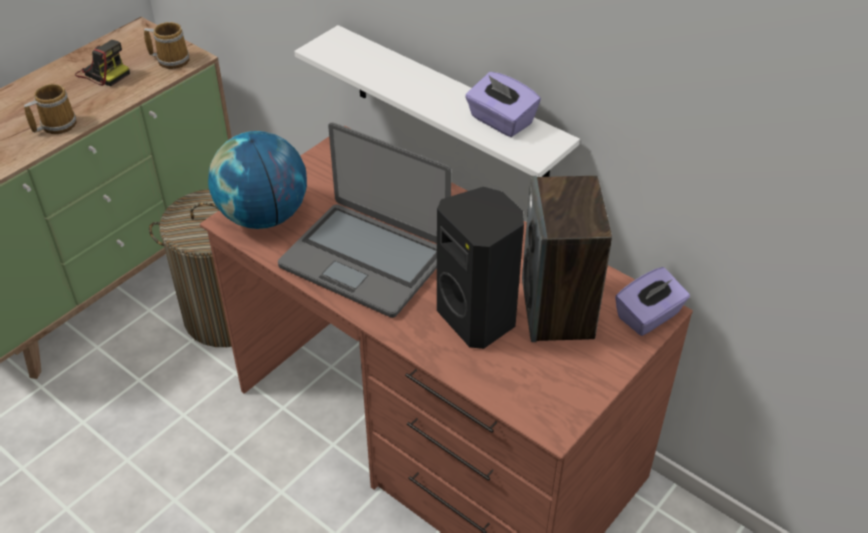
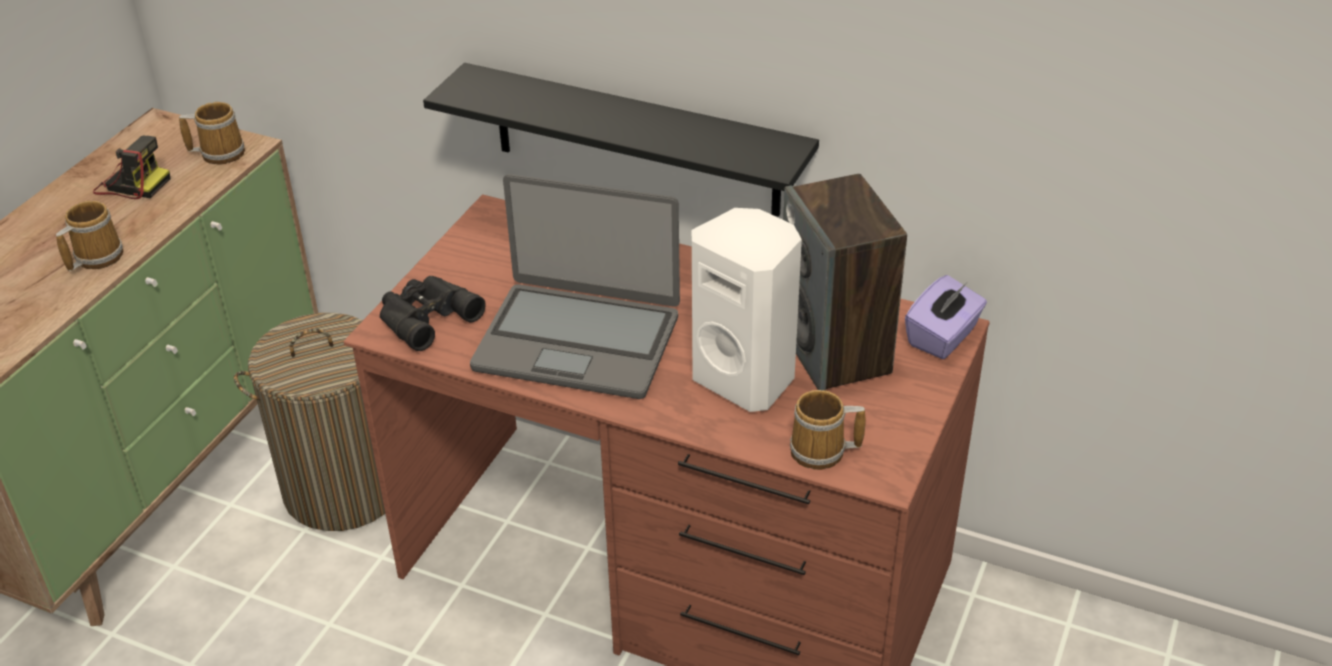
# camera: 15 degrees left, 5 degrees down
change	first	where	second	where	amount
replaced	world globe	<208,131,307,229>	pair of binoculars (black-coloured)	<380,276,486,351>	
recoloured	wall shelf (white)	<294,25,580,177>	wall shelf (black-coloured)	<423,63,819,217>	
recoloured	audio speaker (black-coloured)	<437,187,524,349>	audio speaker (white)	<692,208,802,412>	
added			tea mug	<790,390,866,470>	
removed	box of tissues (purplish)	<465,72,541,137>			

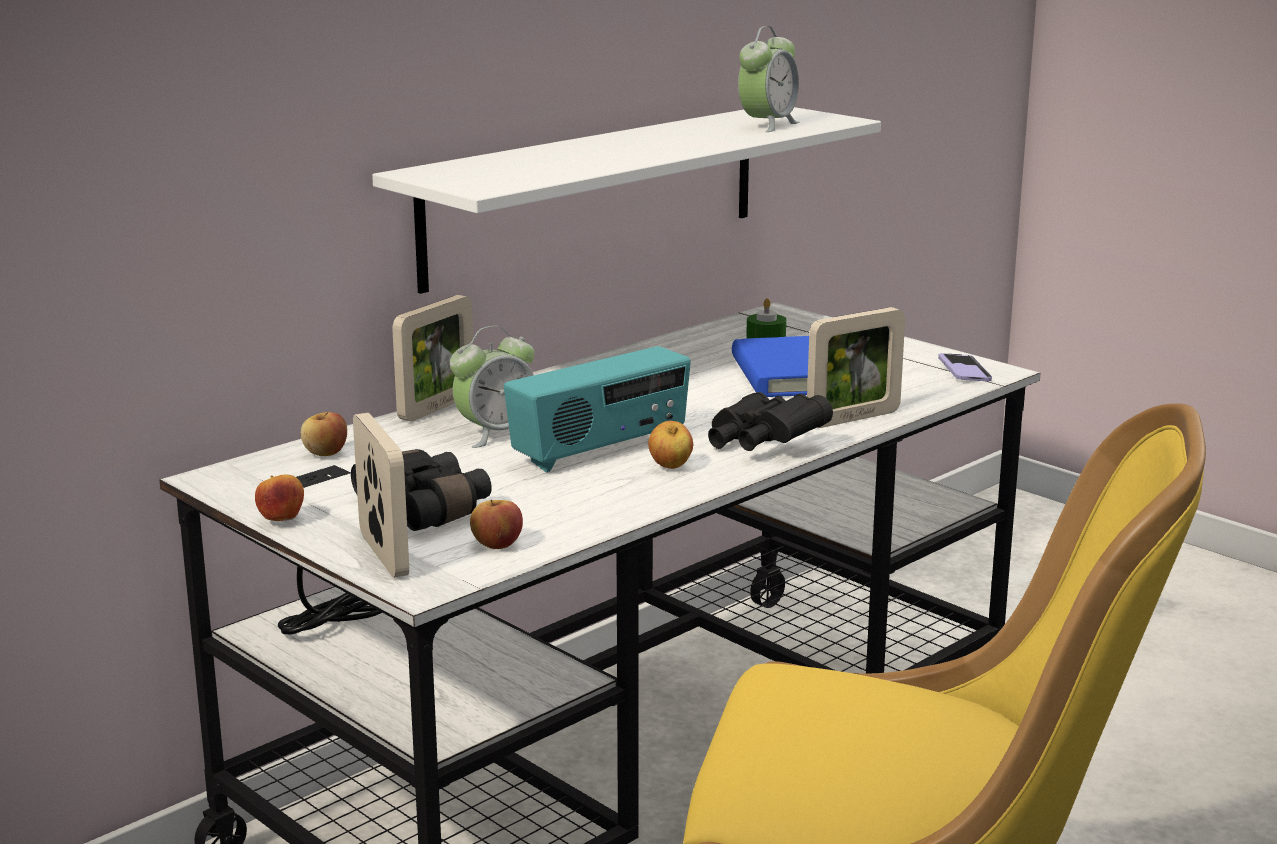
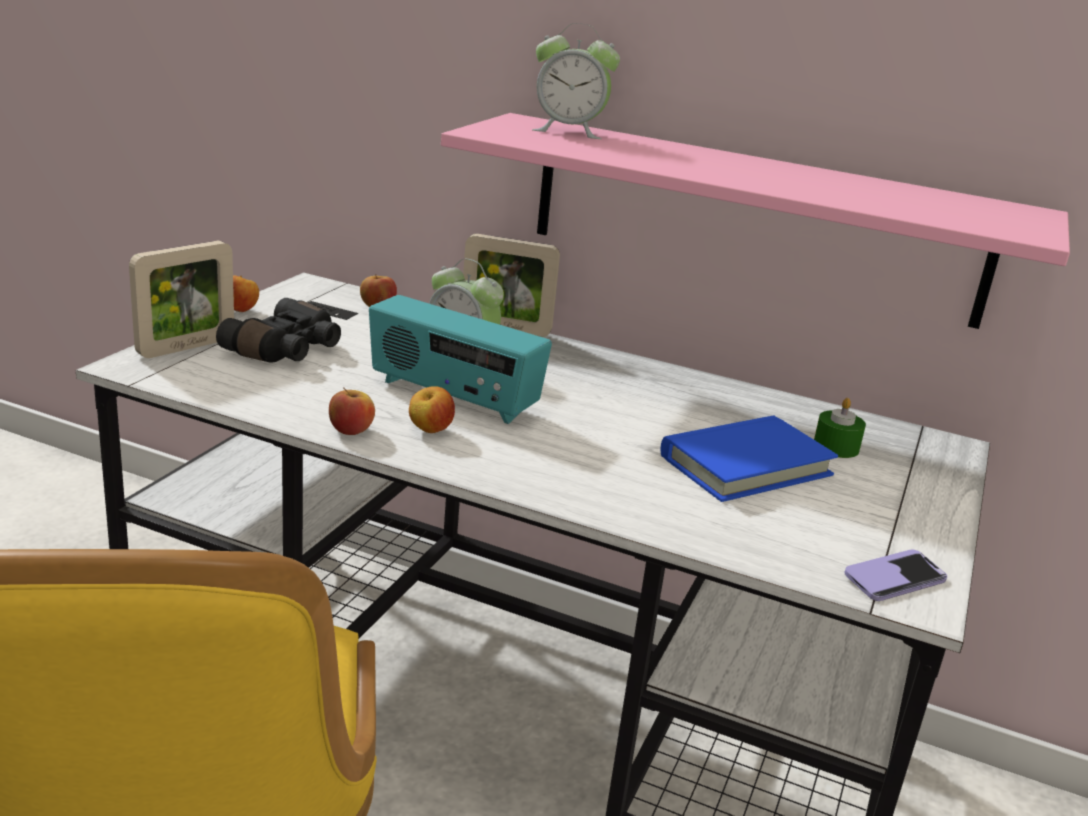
# camera: 65 degrees right, 5 degrees up
change	first	where	second	where	amount
moved	apple	<470,500,523,549>		<329,387,375,435>	
recoloured	wall shelf (white)	<372,107,881,294>	wall shelf (pink-coloured)	<441,113,1070,329>	
moved	bedside clock	<738,26,799,132>		<532,23,620,139>	
removed	pair of binoculars (black-coloured)	<708,392,833,451>			
removed	picture frame	<807,307,905,428>			

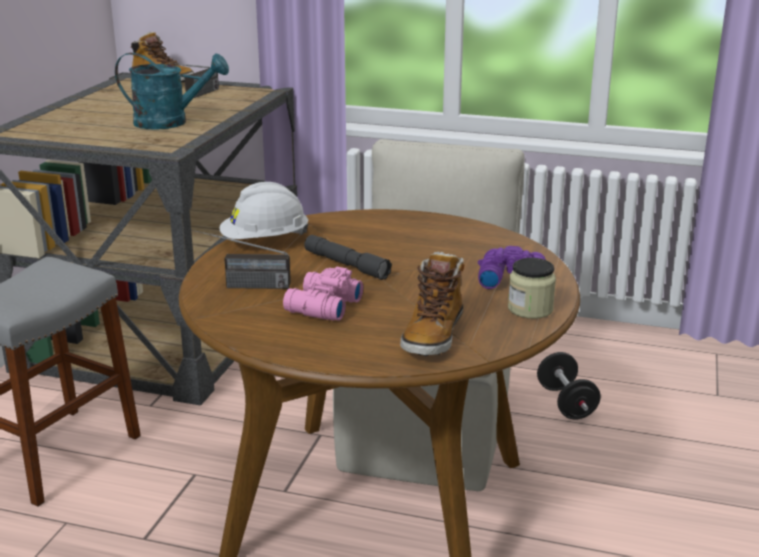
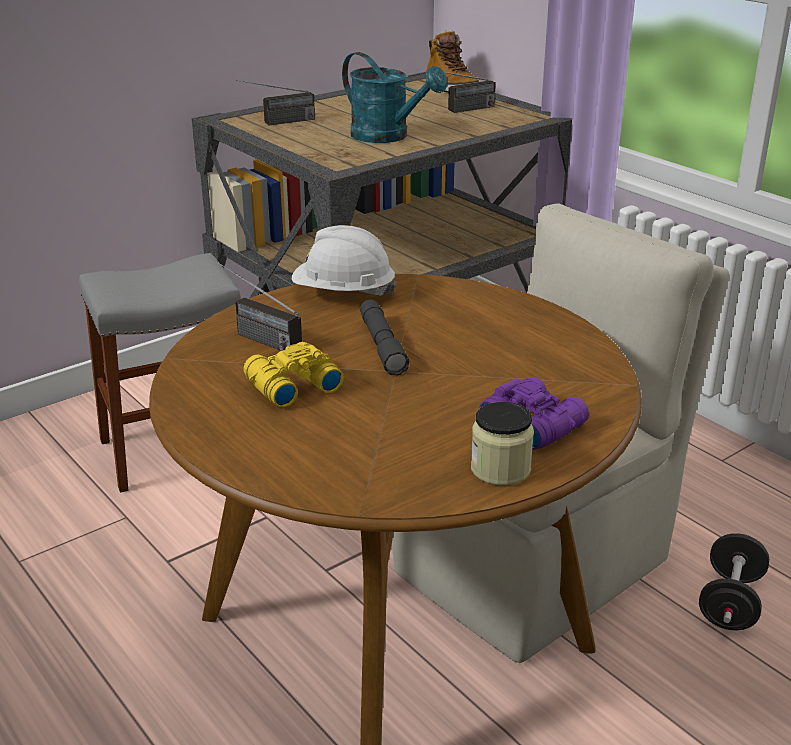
# camera: 35 degrees right, 5 degrees up
change	first	where	second	where	amount
added			radio	<235,80,315,125>	
recoloured	pair of binoculars (pink-coloured)	<283,267,363,321>	pair of binoculars (yellow-coloured)	<244,342,344,408>	
removed	high-top boot	<400,252,465,357>			

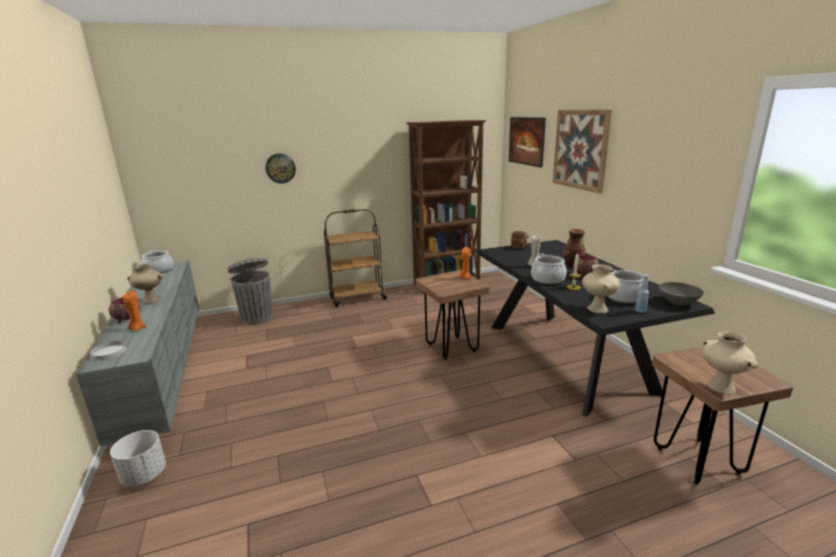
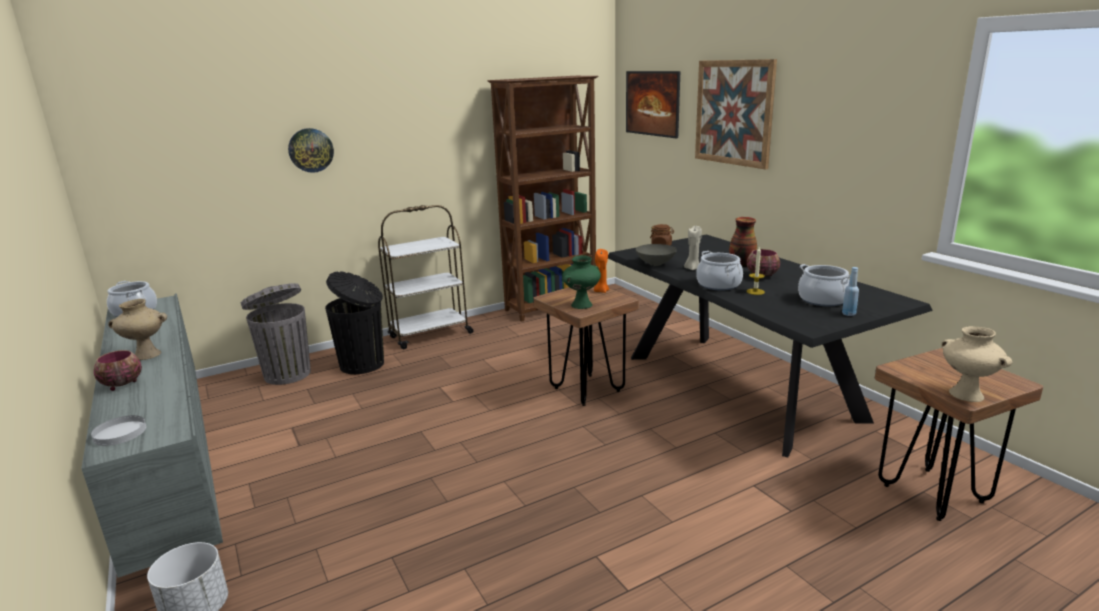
# camera: 10 degrees left, 0 degrees up
change	first	where	second	where	amount
added			rubbish bin (black-coloured)	<325,271,384,374>	
recoloured	wheeled cart (brownish)	<324,209,387,307>	wheeled cart (white)	<378,205,473,349>	
added			flower vase (green)	<562,255,601,309>	
moved	bowl (greyish)	<659,282,704,305>		<636,244,677,266>	
removed	candle (orangey)	<122,291,146,331>			
removed	flower vase (beige-coloured)	<582,264,620,313>			

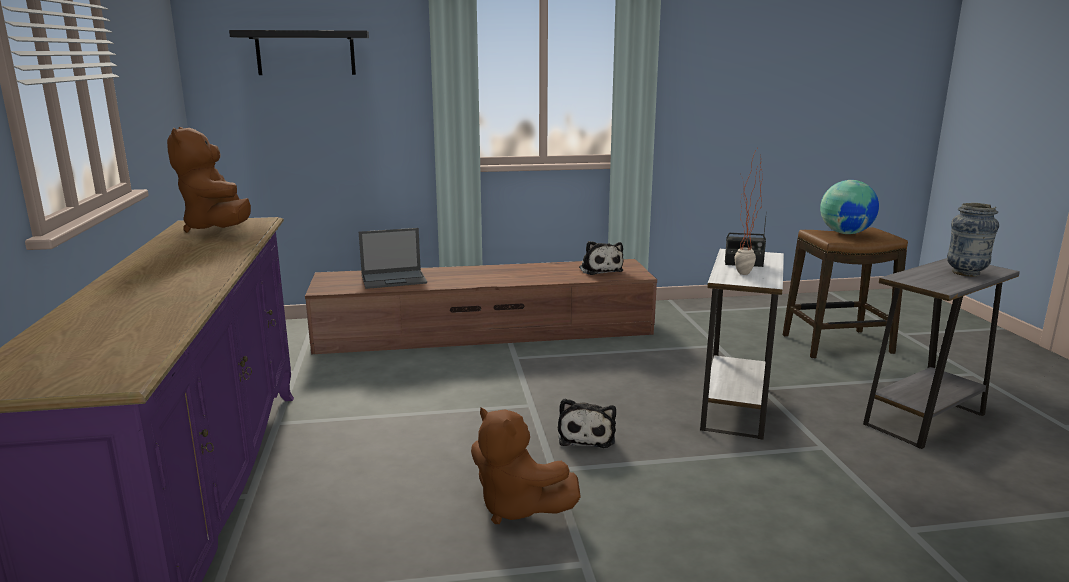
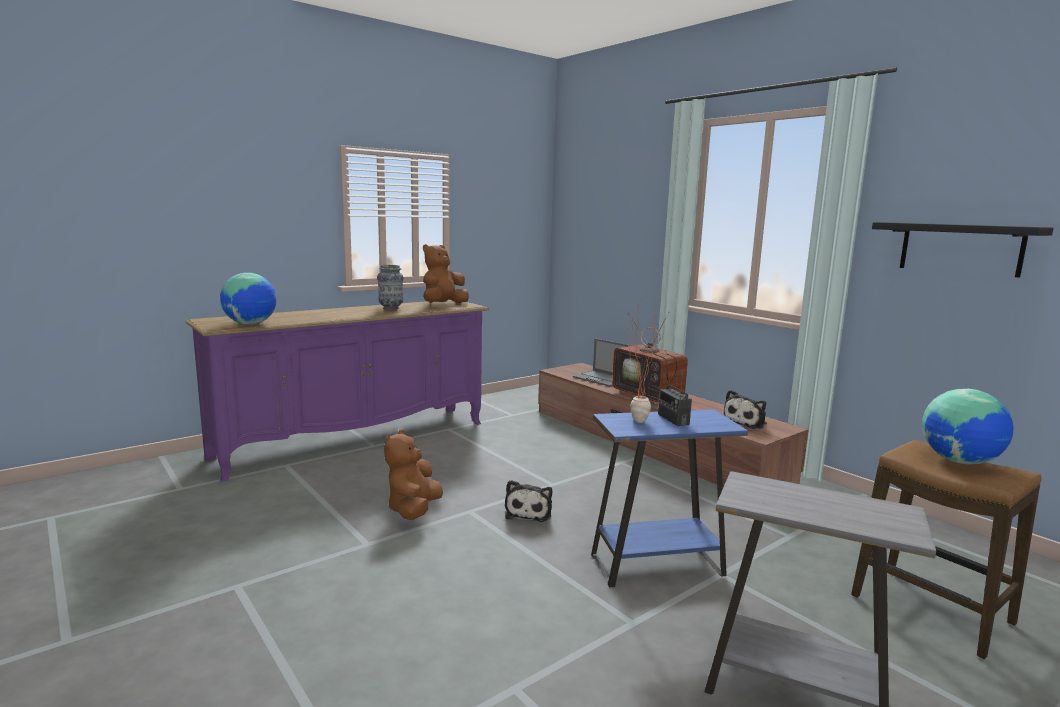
# camera: 60 degrees right, 5 degrees down
change	first	where	second	where	amount
added			world globe	<220,273,277,325>	
moved	flower vase	<947,203,999,276>		<377,265,403,310>	
turned	soft toy	<558,398,616,448>		<505,480,552,522>	60 degrees counterclockwise
recoloured	accent table (white)	<700,249,784,440>	accent table (bluish)	<591,409,748,587>	
added			TV	<612,312,688,404>	
moved	wall shelf (black-coloured)	<229,30,369,75>		<872,222,1054,278>	

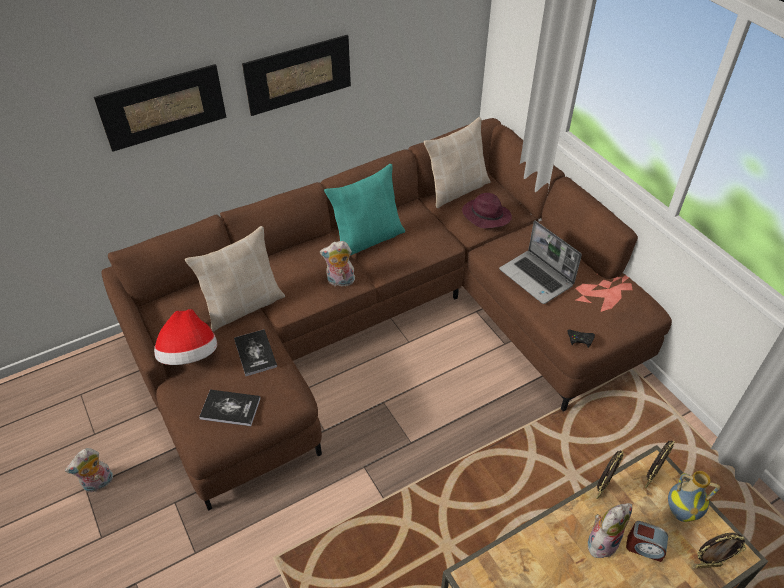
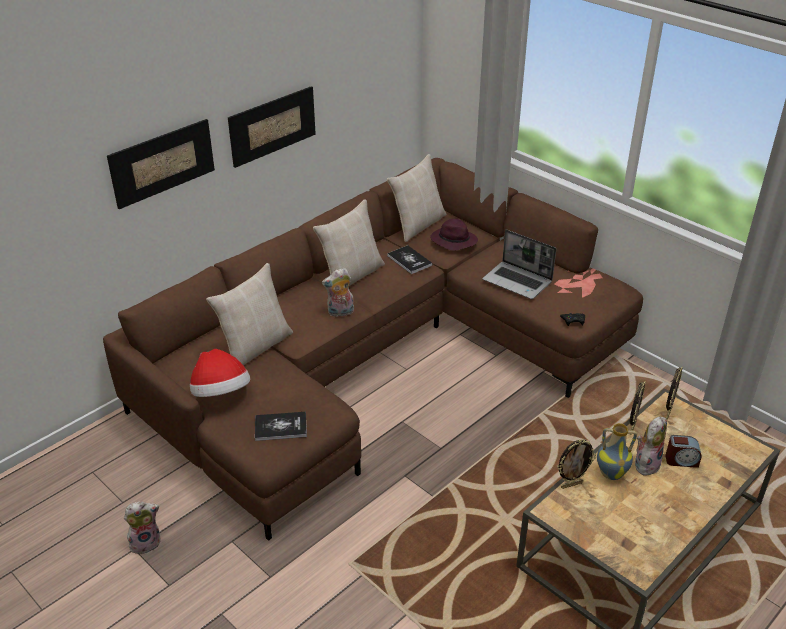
# camera: 15 degrees left, 10 degrees down
change	first	where	second	where	amount
turned	soft toy	<65,448,113,492>		<124,501,161,554>	150 degrees counterclockwise
recoloured	cushion (turquoise-coloured)	<324,164,405,256>	cushion (beige-coloured)	<313,199,385,286>	
moved	bound book	<234,329,277,376>		<387,245,432,274>	
moved	picture frame	<695,533,746,568>		<557,440,596,489>	
moved	flower vase	<668,471,720,522>		<597,423,637,480>	

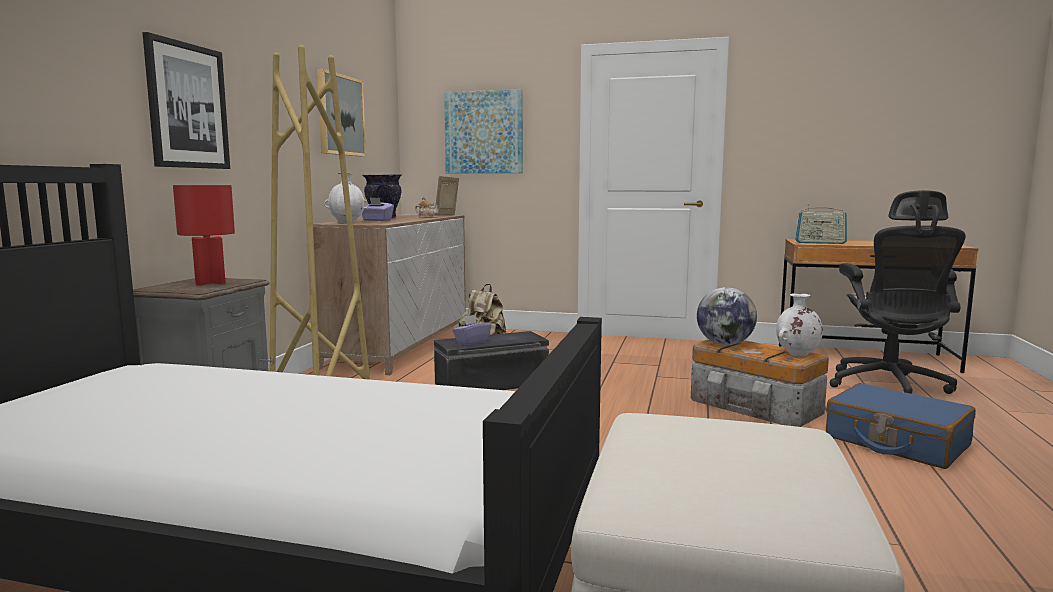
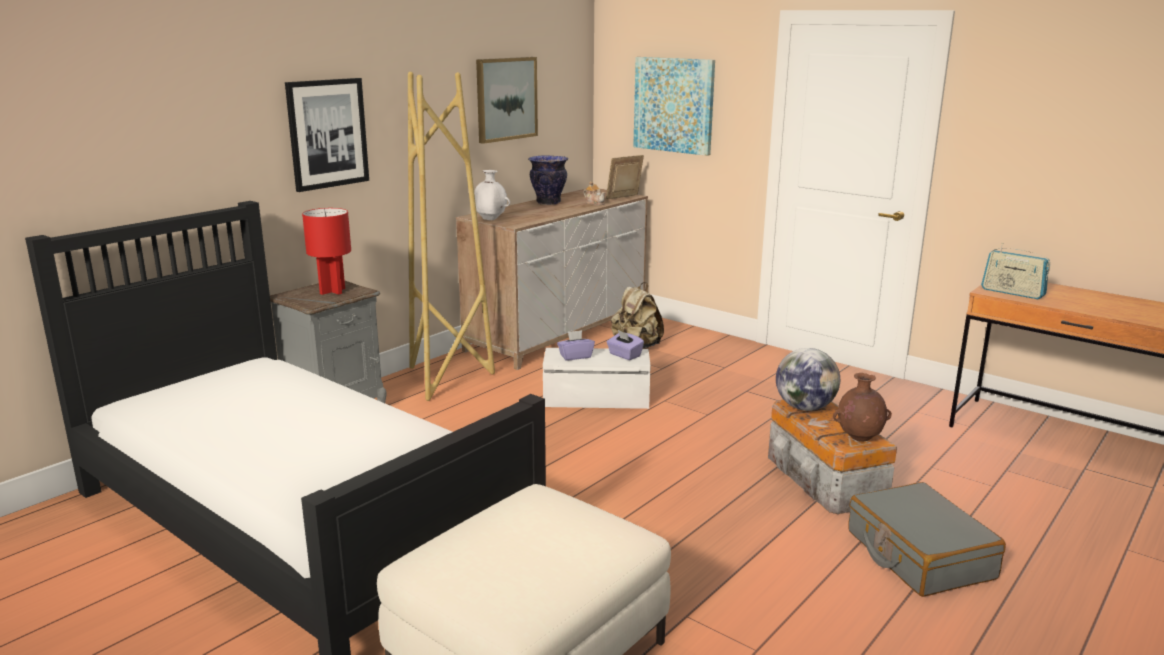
# camera: 25 degrees right, 10 degrees up
change	first	where	second	where	amount
recoloured	storage box (black-coloured)	<434,331,549,390>	storage box (white)	<543,348,651,409>	
moved	box of tissues (purplish)	<362,197,394,221>		<607,330,644,360>	
recoloured	flower vase (white)	<776,293,823,357>	flower vase (brownish)	<833,373,892,442>	
recoloured	piece of luggage (bluish)	<826,383,976,469>	piece of luggage (greyish)	<848,482,1006,597>	
removed	desk chair	<830,190,966,394>			

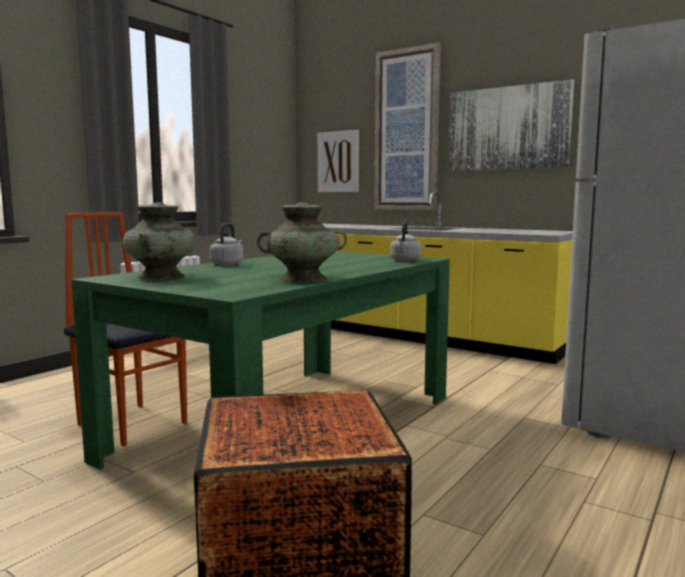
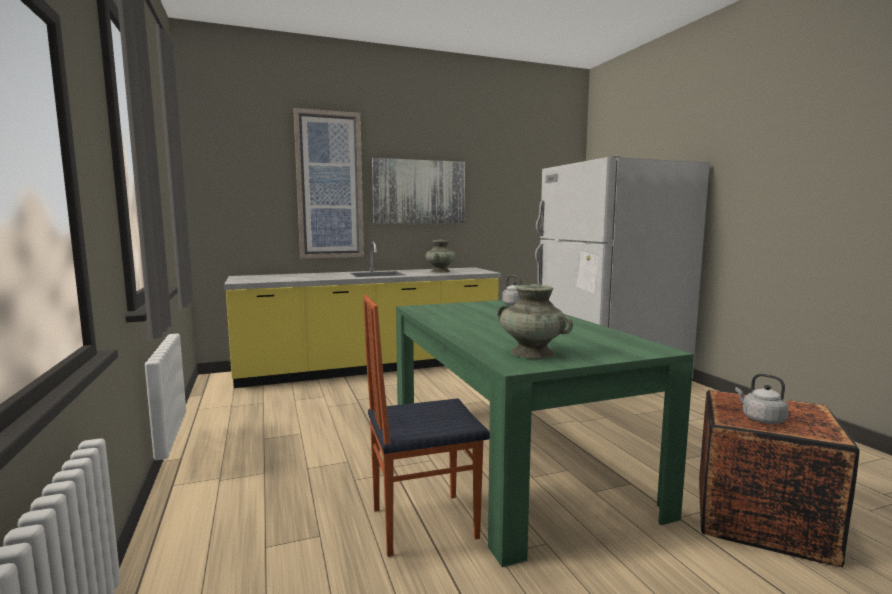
# camera: 55 degrees left, 0 degrees up
change	first	where	second	where	amount
moved	flower vase (turquoise-coloured)	<257,203,347,282>		<425,239,456,272>	
moved	kettle (greyish)	<210,223,243,265>		<735,373,789,424>	
removed	wall picture	<317,130,359,192>			

